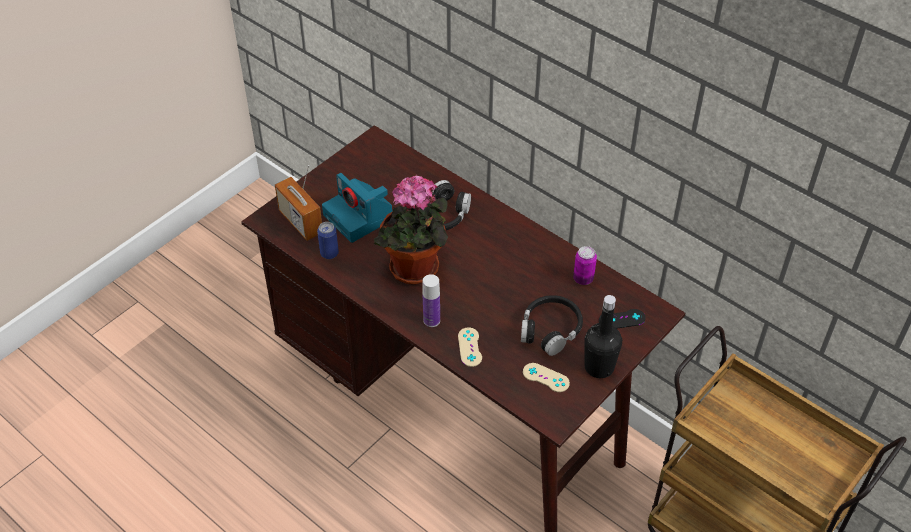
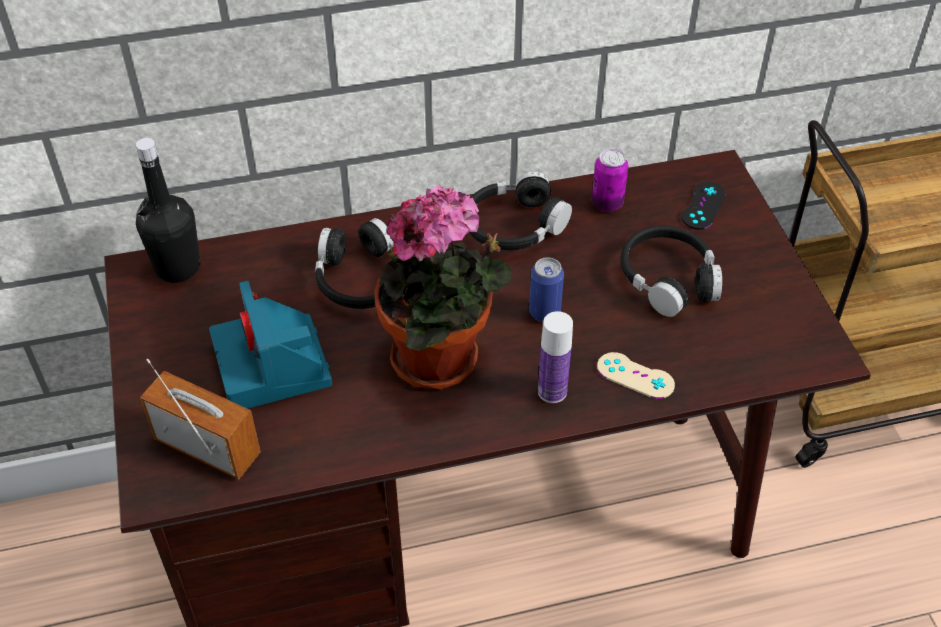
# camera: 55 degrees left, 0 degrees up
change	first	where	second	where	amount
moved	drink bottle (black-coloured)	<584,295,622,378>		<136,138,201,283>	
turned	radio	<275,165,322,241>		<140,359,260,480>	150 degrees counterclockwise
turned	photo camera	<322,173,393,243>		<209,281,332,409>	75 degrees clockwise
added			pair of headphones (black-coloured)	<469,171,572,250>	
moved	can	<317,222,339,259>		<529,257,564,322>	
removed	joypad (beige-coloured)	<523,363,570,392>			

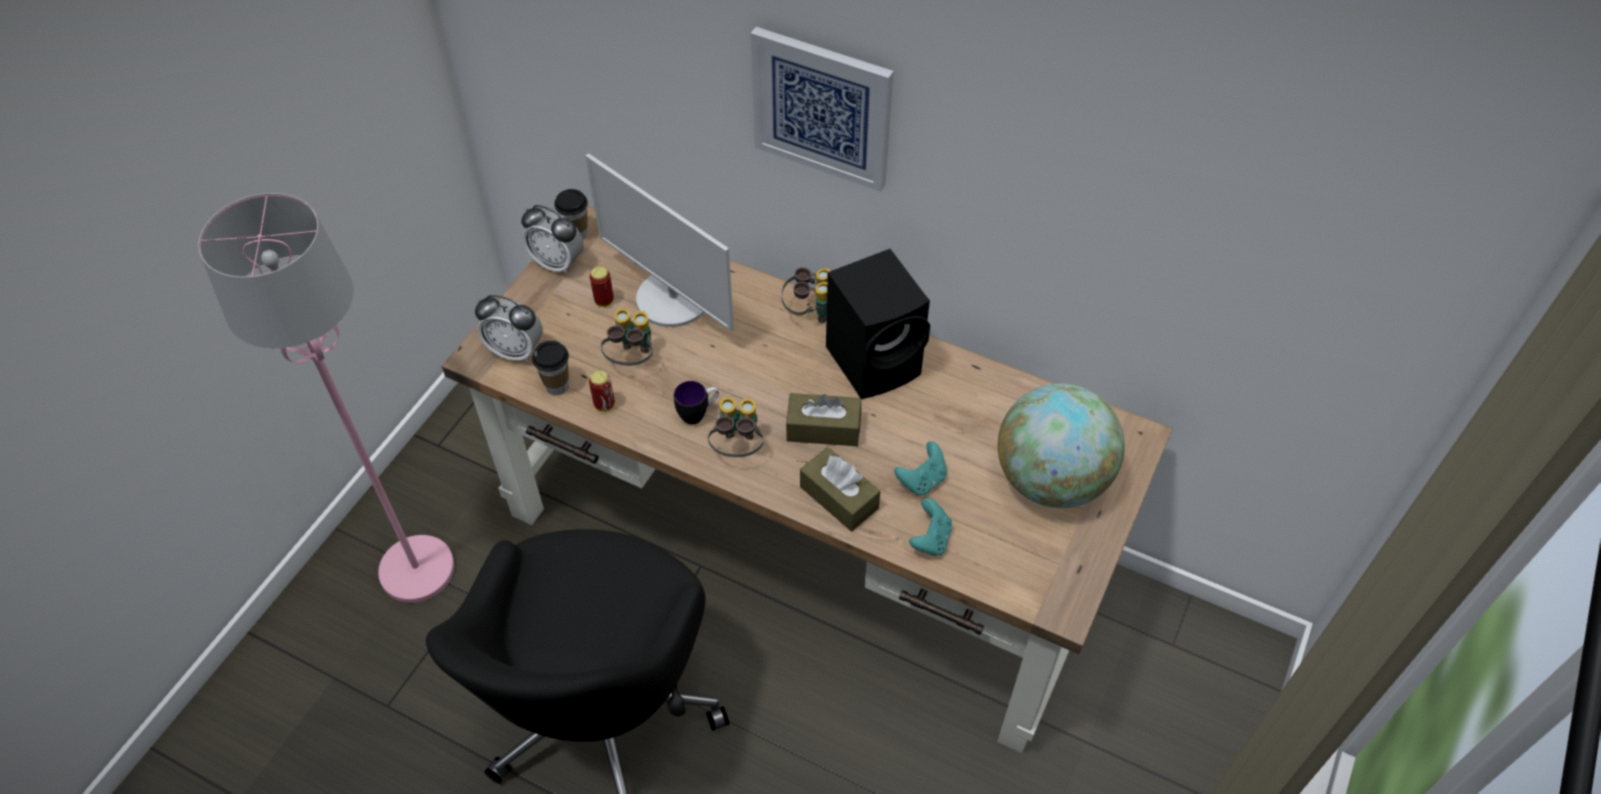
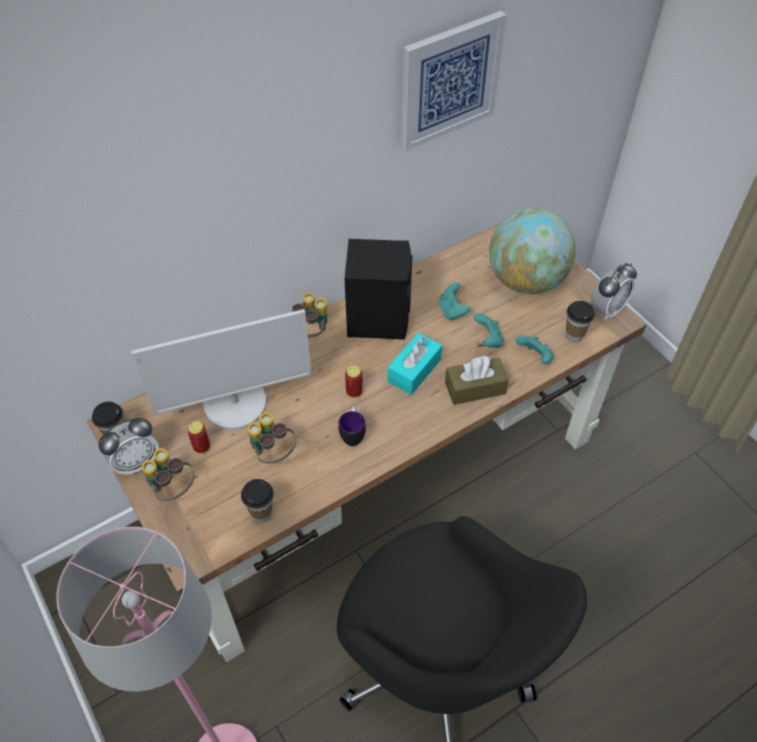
# camera: 60 degrees left, 0 degrees up
change	first	where	second	where	amount
moved	pair of binoculars	<708,397,764,457>		<141,448,194,501>	
moved	can	<589,370,615,412>		<345,366,363,398>	
recoloured	box of tissues (brownish)	<786,393,861,446>	box of tissues (turquoise-coloured)	<388,333,442,395>	
moved	wall picture	<751,27,894,192>		<401,11,506,151>	
added			joypad (turquoise-coloured)	<439,282,471,321>	
added			small cup	<566,301,595,343>	
moved	bedside clock	<475,295,543,363>		<590,263,637,321>	

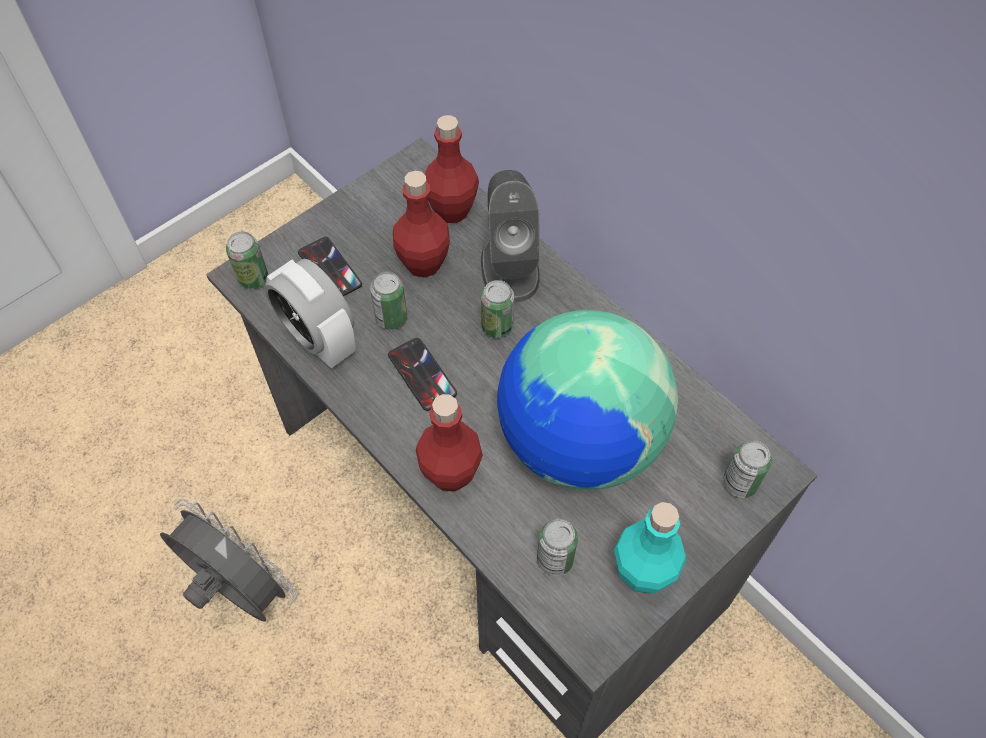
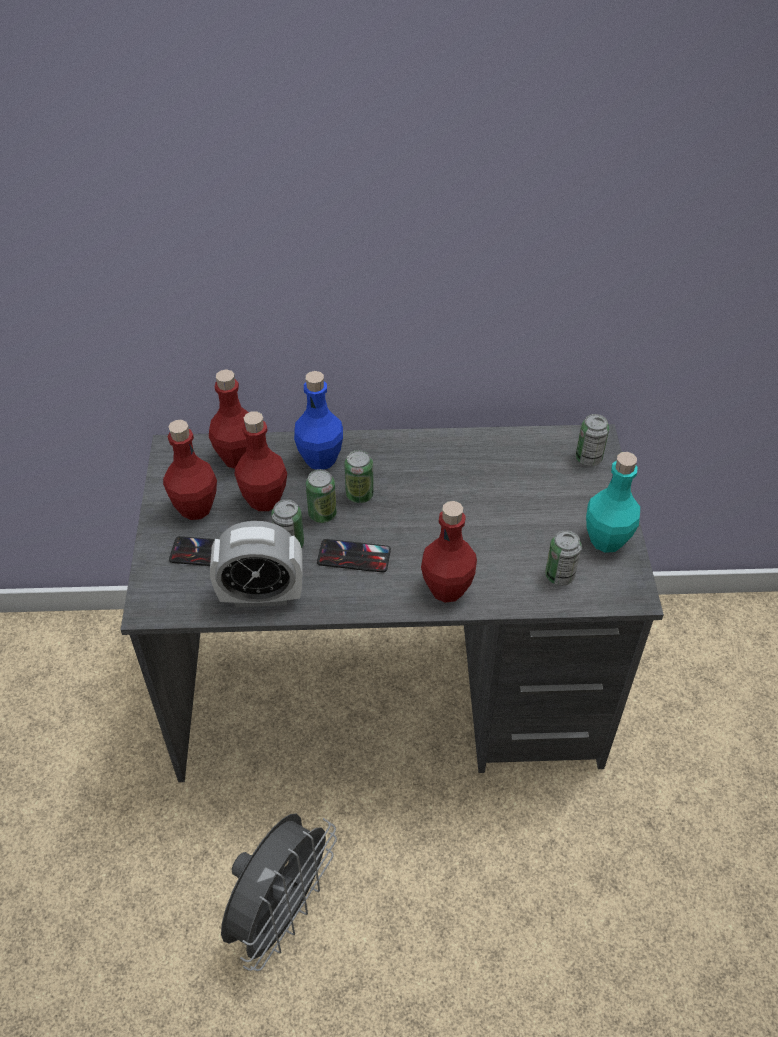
# camera: 50 degrees left, 10 degrees down
change	first	where	second	where	amount
added			drink bottle (red)	<163,420,217,520>	
turned	fan (greyish)	<160,498,297,622>		<221,814,337,971>	135 degrees clockwise
replaced	audio speaker (greyish)	<481,170,540,303>	drink bottle (bluish)	<294,371,343,470>	
moved	can	<226,232,268,289>		<306,469,337,523>	
removed	world globe	<497,310,678,490>			

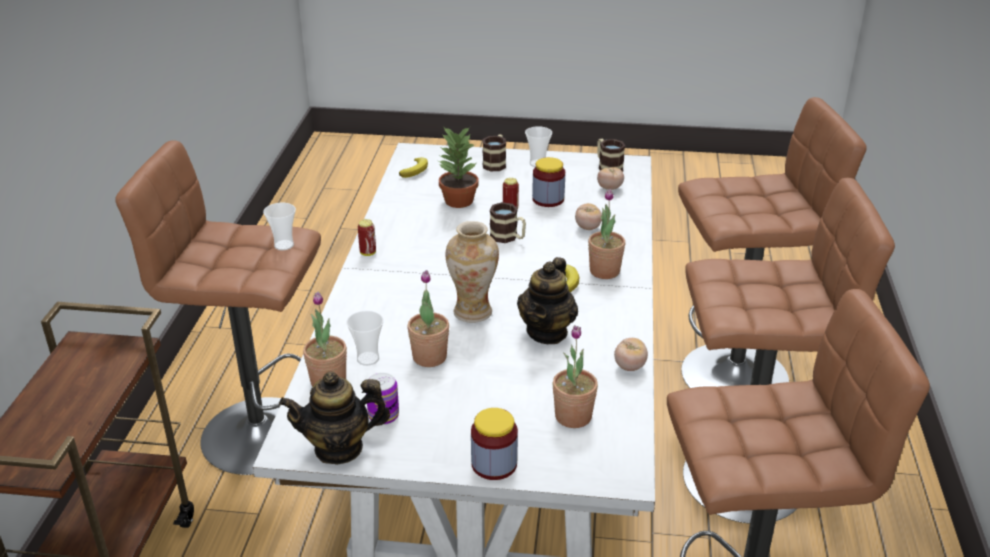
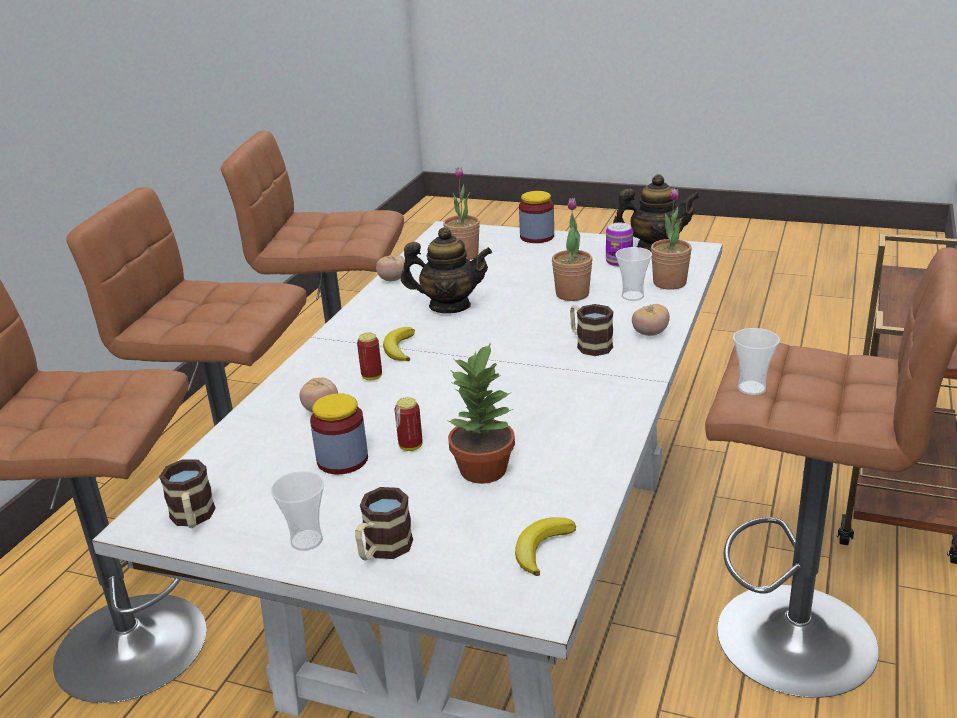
# camera: 165 degrees left, 5 degrees down
change	first	where	second	where	amount
moved	can	<358,219,376,256>		<357,333,382,380>	
turned	teapot	<517,257,578,344>		<401,227,492,314>	60 degrees clockwise
moved	tea mug	<490,202,526,243>		<570,304,613,356>	
moved	fresh tomato	<597,167,624,190>		<632,304,670,336>	
removed	flower vase	<446,221,499,323>			
removed	potted plant	<588,189,625,279>			

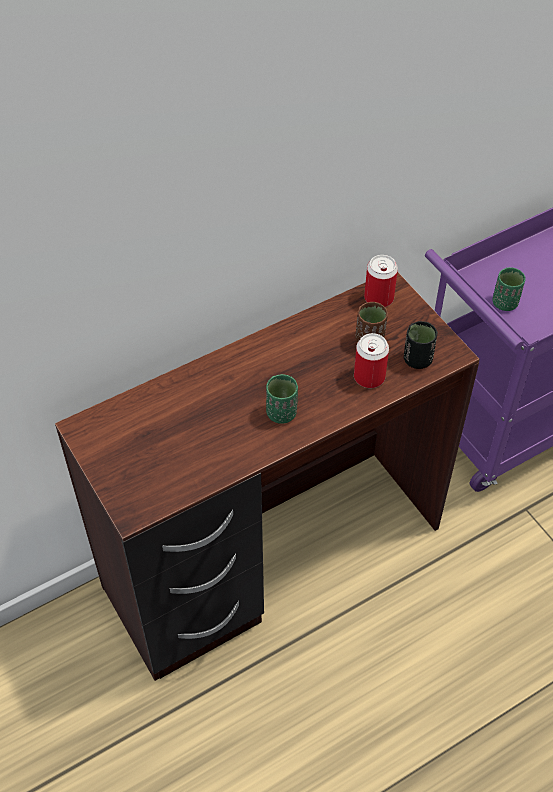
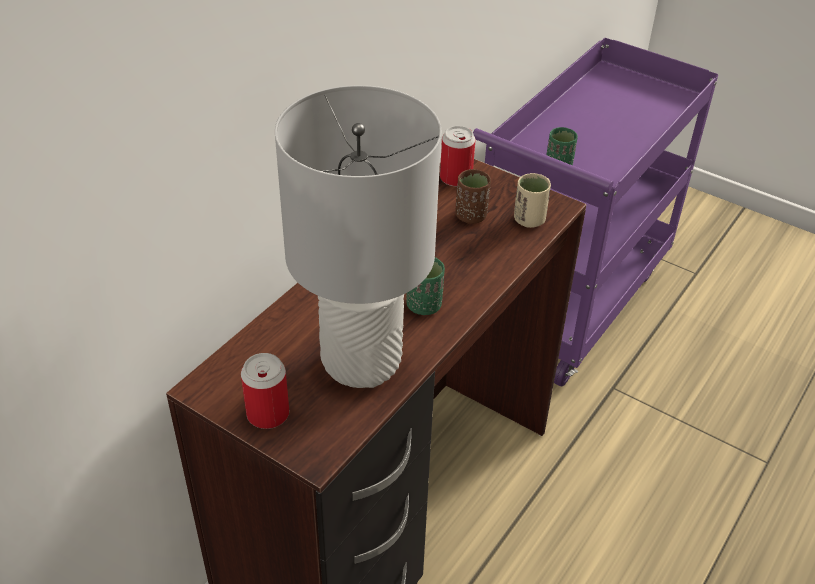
# camera: 25 degrees left, 10 degrees down
change	first	where	second	where	amount
moved	can	<354,333,389,388>		<241,353,289,429>	
added			tabletop lamp (greyish)	<275,85,442,388>	
recoloured	small cup (black-coloured)	<404,321,438,369>	small cup (beige-coloured)	<514,173,551,228>	

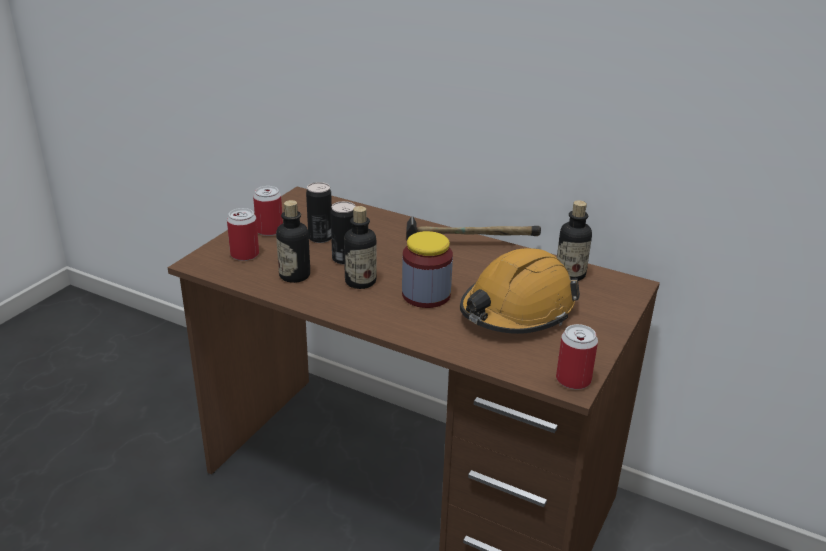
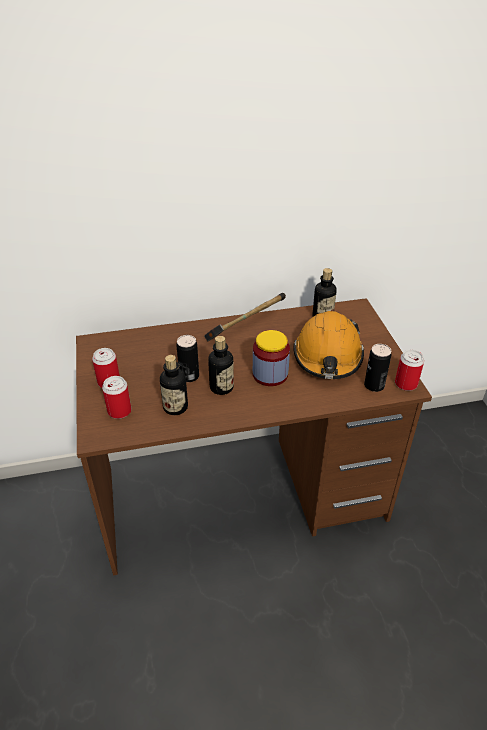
# camera: 40 degrees left, 10 degrees up
change	first	where	second	where	amount
moved	can	<306,182,332,243>		<364,344,392,392>	

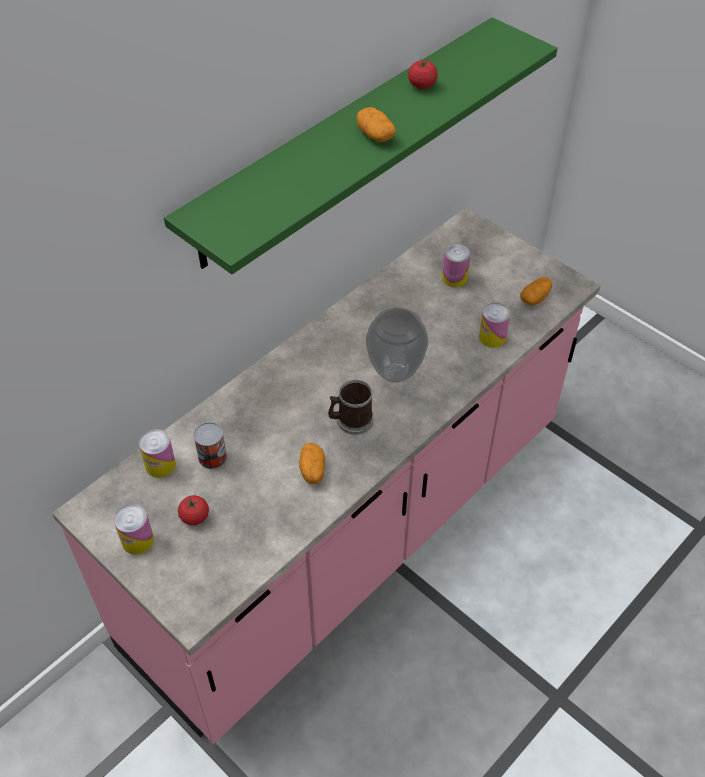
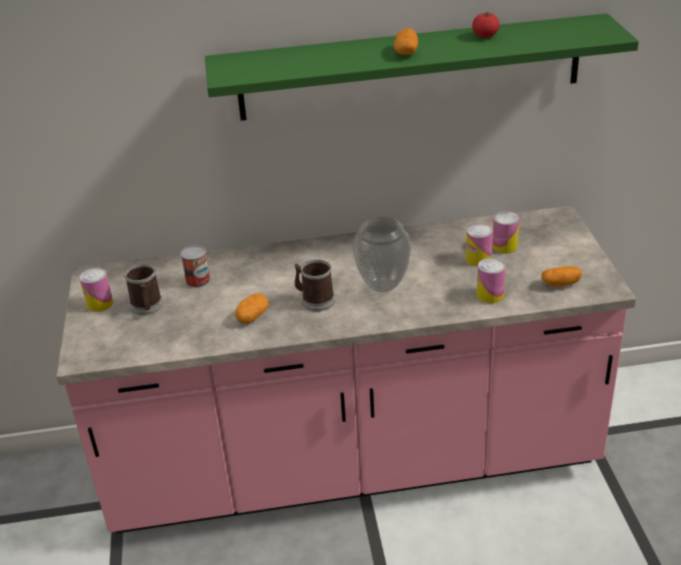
# camera: 40 degrees right, 15 degrees down
change	first	where	second	where	amount
replaced	fresh tomato	<178,495,209,525>	tea mug	<124,264,163,315>	
moved	can	<139,429,176,478>		<466,224,493,266>	

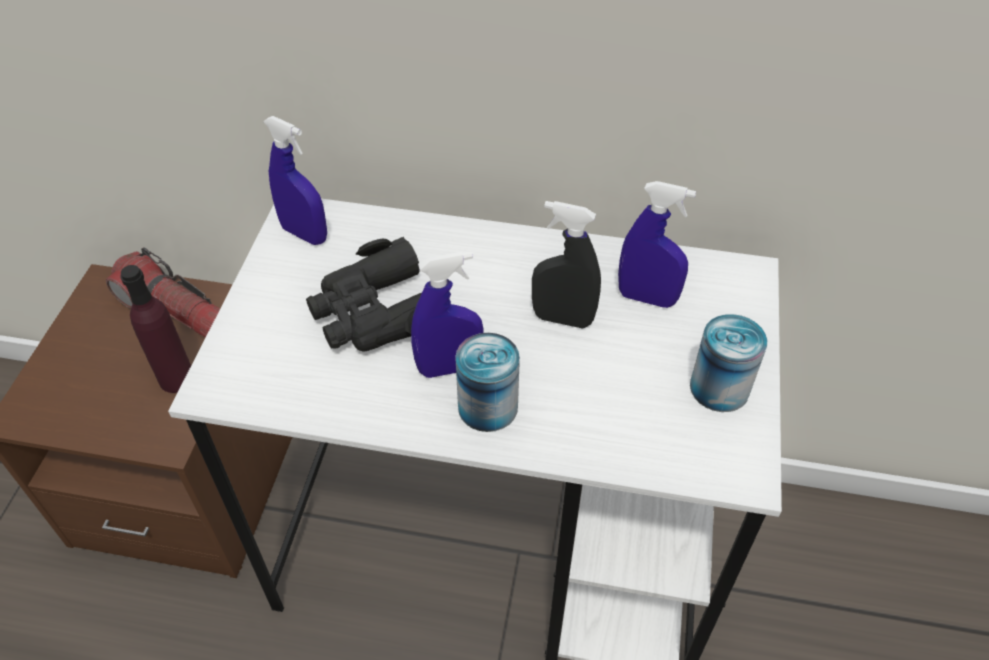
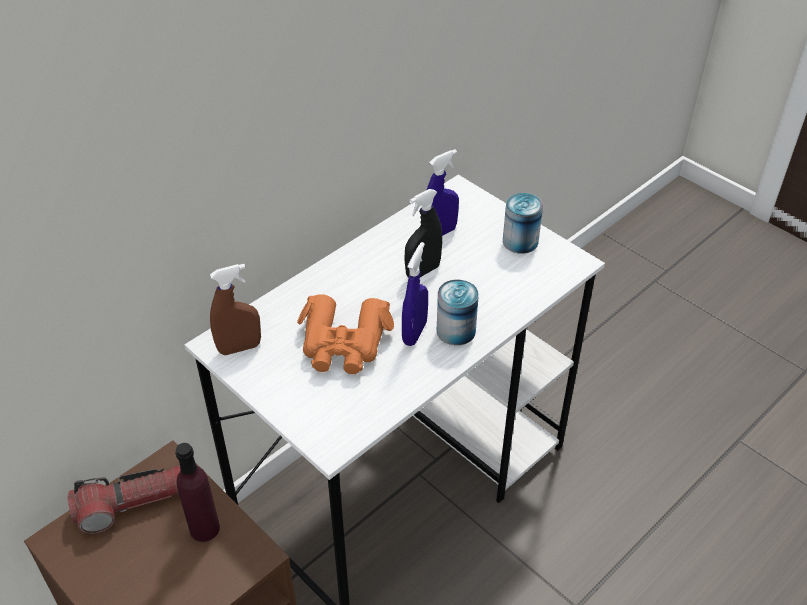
# camera: 55 degrees left, 5 degrees down
change	first	where	second	where	amount
recoloured	hand sprayer (bluish)	<263,116,327,245>	hand sprayer (brownish)	<210,264,261,355>	
recoloured	pair of binoculars (black-coloured)	<306,237,451,352>	pair of binoculars (orangey)	<297,294,394,374>	

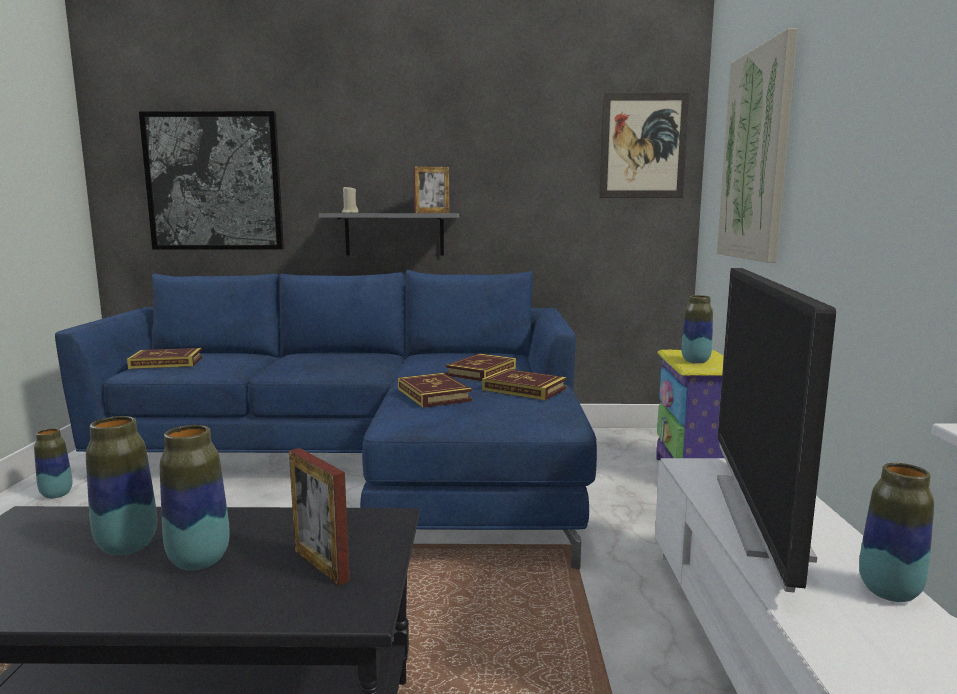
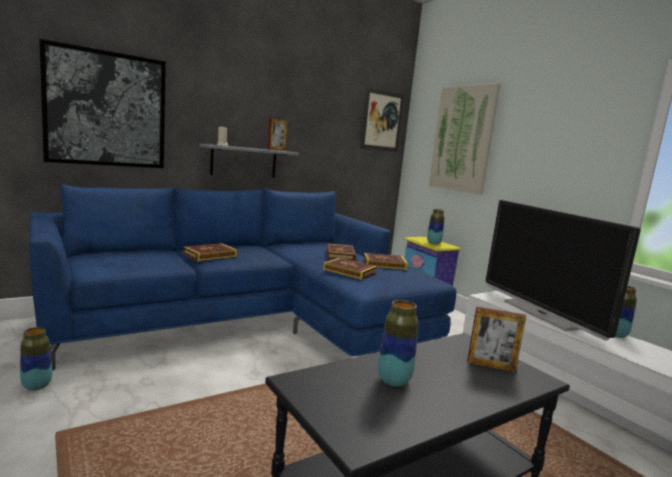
# camera: 35 degrees left, 0 degrees up
change	first	where	second	where	amount
moved	bound book	<127,348,203,369>		<183,243,237,261>	
removed	flower vase	<160,425,230,571>			

